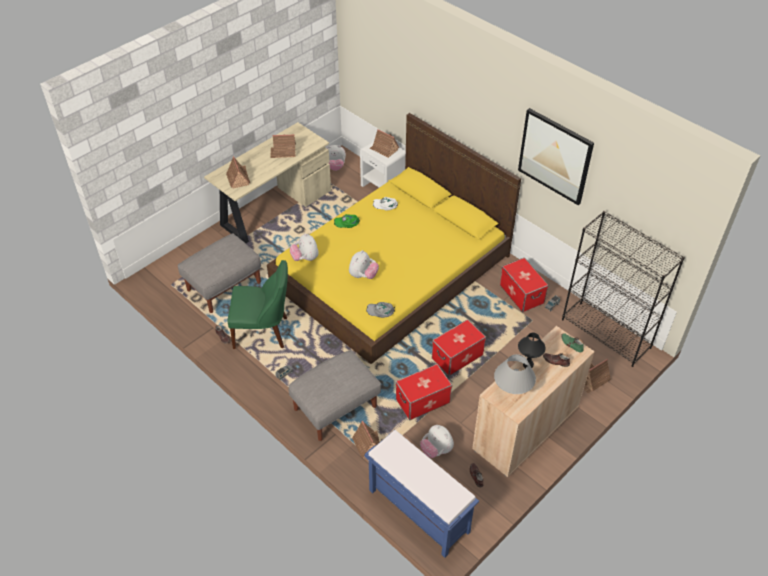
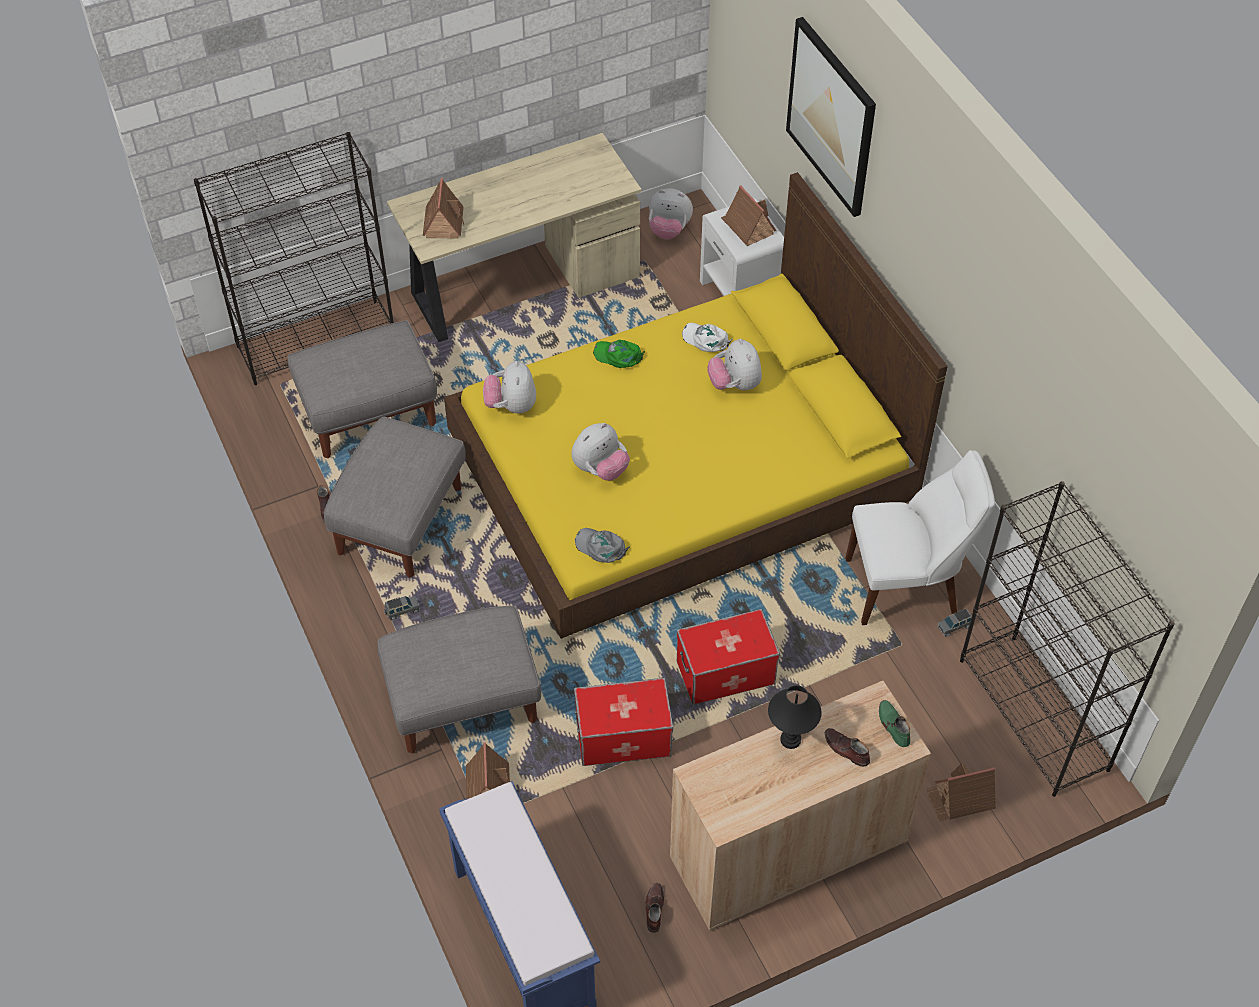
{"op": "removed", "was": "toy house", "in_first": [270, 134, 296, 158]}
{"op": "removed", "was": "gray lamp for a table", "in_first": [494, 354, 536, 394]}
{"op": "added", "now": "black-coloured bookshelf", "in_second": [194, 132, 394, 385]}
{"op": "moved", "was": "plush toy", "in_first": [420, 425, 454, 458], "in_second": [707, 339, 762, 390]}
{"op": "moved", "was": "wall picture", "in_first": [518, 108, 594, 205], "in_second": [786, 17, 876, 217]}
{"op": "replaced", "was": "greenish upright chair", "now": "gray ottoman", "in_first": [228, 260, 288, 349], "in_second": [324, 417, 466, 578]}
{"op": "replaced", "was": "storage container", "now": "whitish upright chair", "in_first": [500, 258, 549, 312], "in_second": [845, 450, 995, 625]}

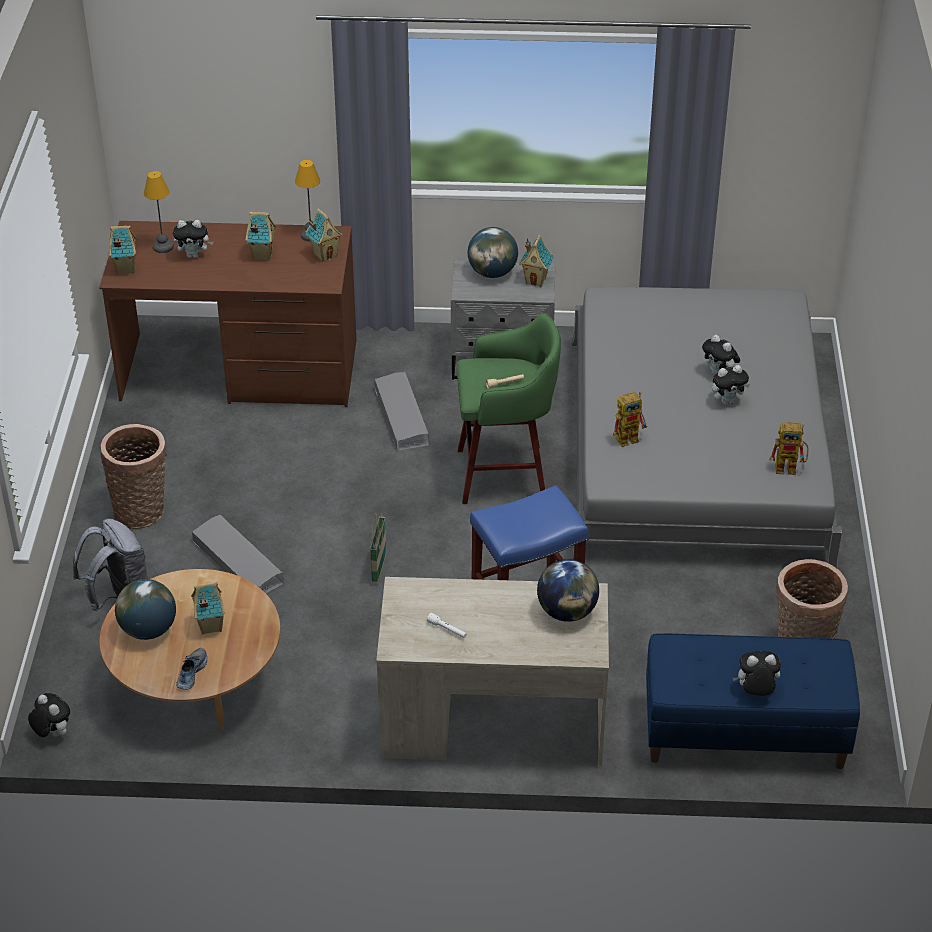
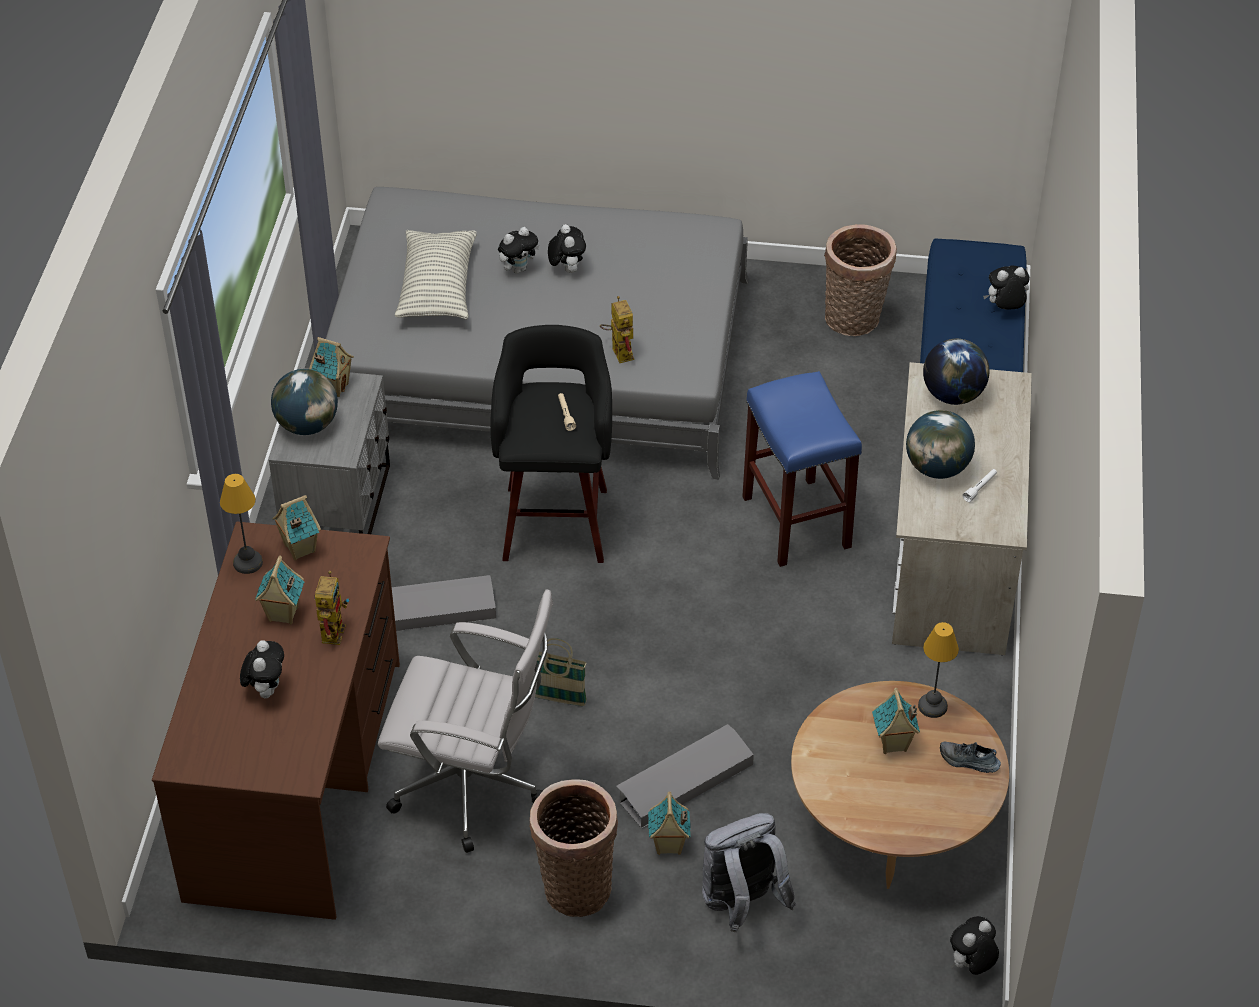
{"op": "added", "now": "whitish computer chair", "in_second": [378, 590, 553, 853]}
{"op": "added", "now": "pillow", "in_second": [395, 230, 476, 320]}
{"op": "moved", "was": "toy house", "in_first": [109, 226, 137, 274], "in_second": [648, 791, 691, 855]}
{"op": "moved", "was": "desk globe", "in_first": [115, 579, 176, 640], "in_second": [906, 410, 975, 479]}
{"op": "moved", "was": "lamp for a table", "in_first": [144, 171, 174, 253], "in_second": [918, 622, 959, 718]}
{"op": "moved", "was": "storage basket", "in_first": [370, 513, 387, 584], "in_second": [535, 638, 587, 706]}
{"op": "moved", "was": "model robot", "in_first": [769, 422, 809, 475], "in_second": [314, 571, 349, 645]}
{"op": "recoloured", "was": "greenish sitting stool", "now": "black-coloured sitting stool", "in_first": [457, 313, 561, 504], "in_second": [490, 325, 612, 563]}
{"op": "turned", "was": "plush toy", "in_first": [733, 651, 781, 696], "in_second": [983, 266, 1030, 310], "clockwise": 75}

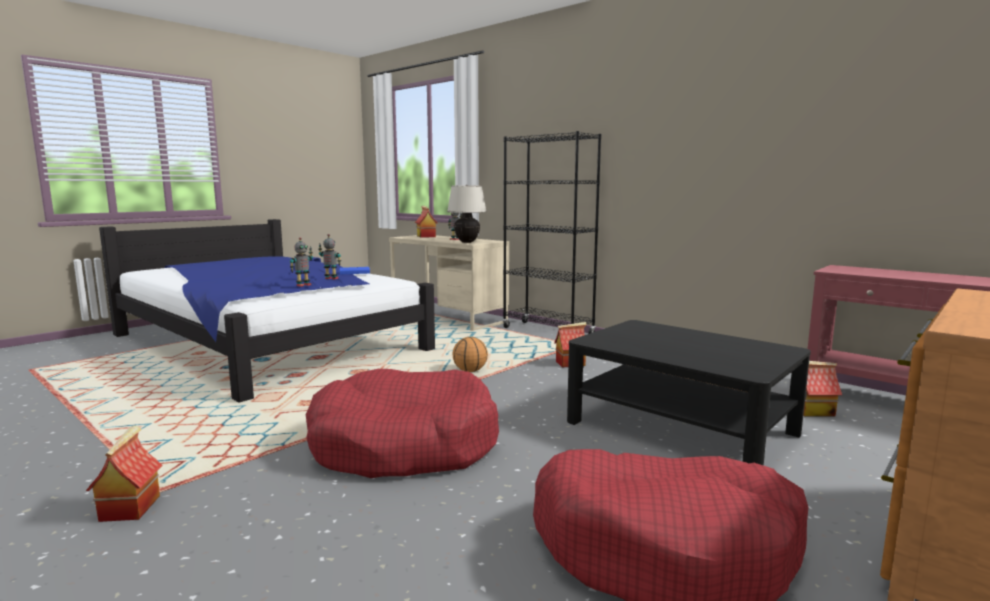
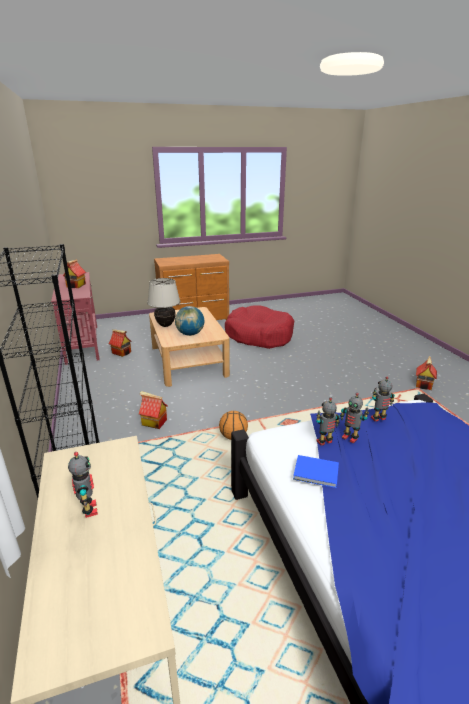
{"op": "removed", "was": "reddish dog bed", "in_first": [306, 369, 499, 478]}
{"op": "added", "now": "desk globe", "in_second": [175, 306, 204, 336]}
{"op": "added", "now": "model robot", "in_second": [316, 398, 340, 446]}
{"op": "moved", "was": "toy house", "in_first": [415, 206, 438, 238], "in_second": [63, 259, 86, 288]}
{"op": "moved", "was": "beige lamp for a table", "in_first": [447, 185, 487, 243], "in_second": [147, 278, 180, 327]}
{"op": "recoloured", "was": "black-coloured low table", "now": "beige low table", "in_first": [567, 320, 811, 466], "in_second": [149, 307, 230, 387]}

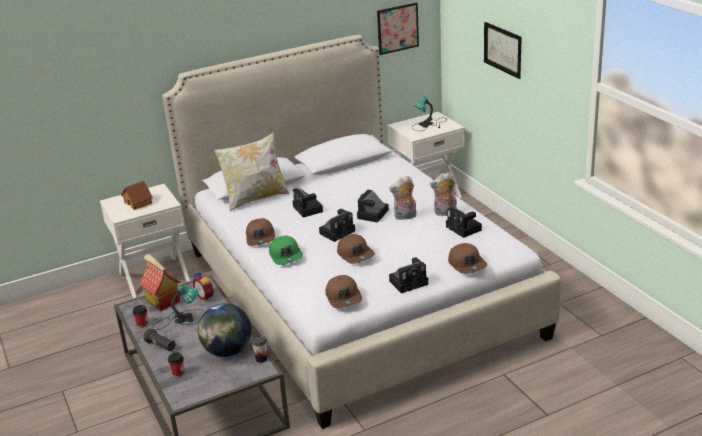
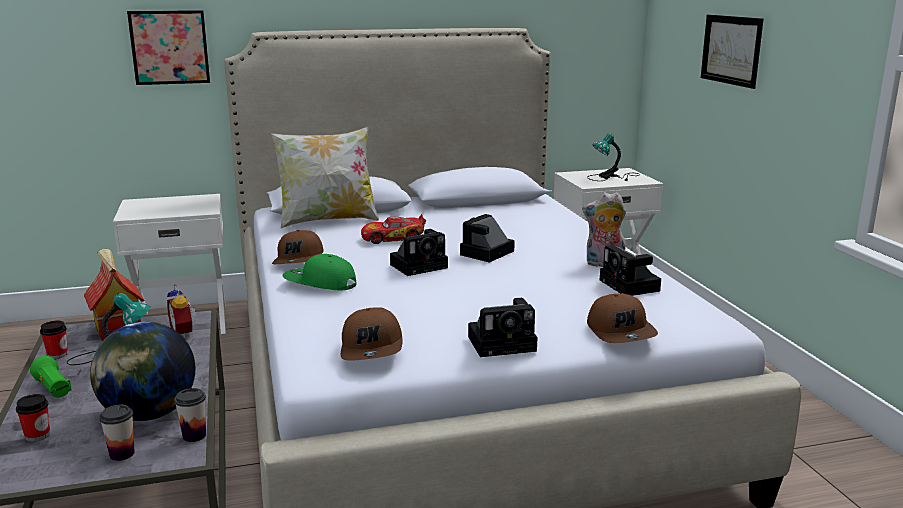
{"op": "removed", "was": "toy house", "in_first": [121, 181, 153, 210]}
{"op": "removed", "was": "brown cap", "in_first": [337, 234, 375, 264]}
{"op": "removed", "was": "plush toy", "in_first": [389, 176, 417, 220]}
{"op": "added", "now": "small cup", "in_second": [99, 405, 135, 461]}
{"op": "moved", "was": "wall picture", "in_first": [377, 3, 419, 55], "in_second": [127, 10, 210, 85]}
{"op": "replaced", "was": "photo camera", "now": "miniature car", "in_first": [293, 188, 323, 217], "in_second": [361, 214, 426, 244]}
{"op": "recoloured", "was": "black-coloured torch", "now": "greenish torch", "in_first": [144, 328, 176, 351], "in_second": [30, 356, 71, 398]}
{"op": "turned", "was": "greenish cap", "in_first": [269, 235, 303, 265], "in_second": [283, 254, 356, 290], "clockwise": 120}

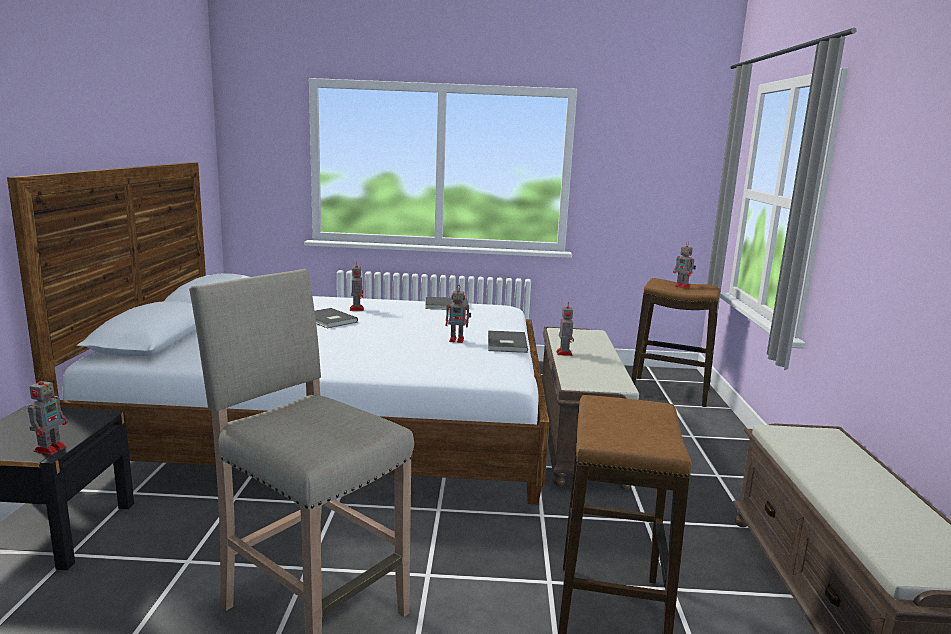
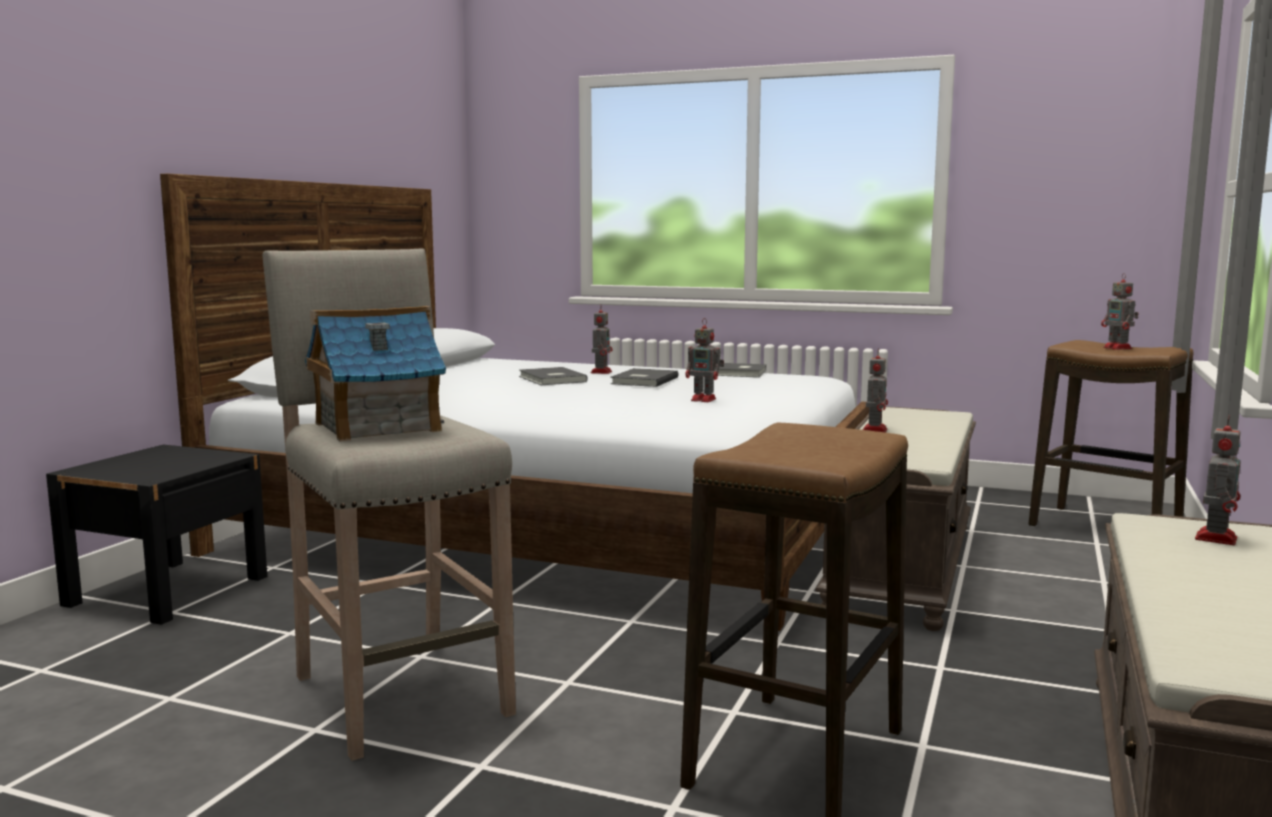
{"op": "added", "now": "toy house", "in_second": [305, 306, 446, 442]}
{"op": "moved", "was": "model robot", "in_first": [28, 374, 68, 455], "in_second": [1195, 415, 1241, 545]}
{"op": "moved", "was": "gray bound book", "in_first": [488, 330, 528, 353], "in_second": [610, 368, 678, 387]}

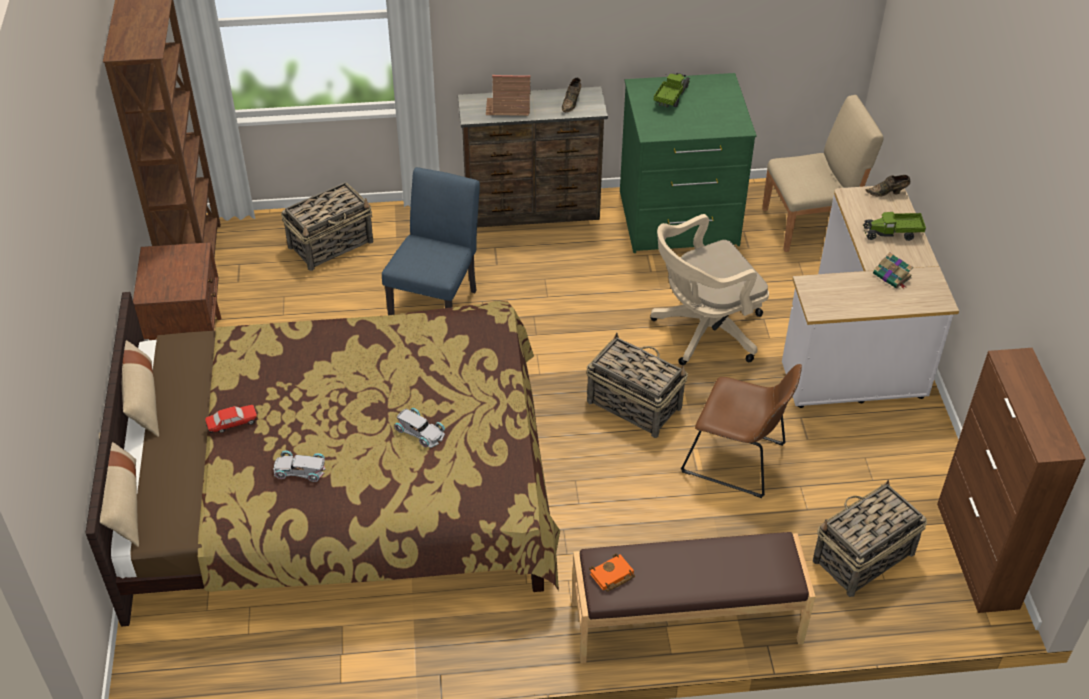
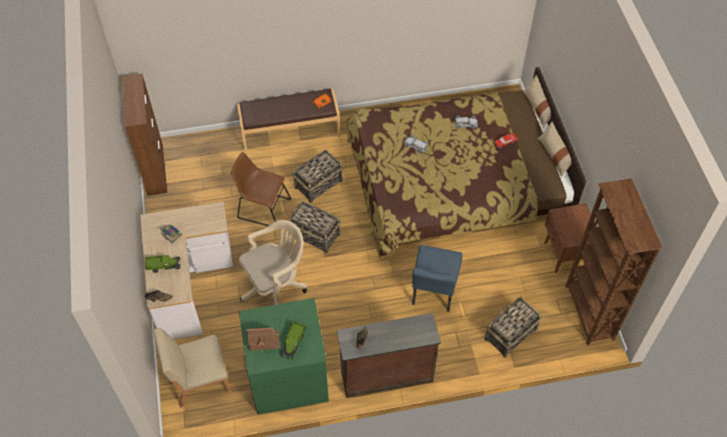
{"op": "moved", "was": "toy house", "in_first": [486, 75, 531, 116], "in_second": [246, 327, 280, 352]}
{"op": "moved", "was": "storage basket", "in_first": [813, 480, 927, 597], "in_second": [293, 150, 343, 203]}

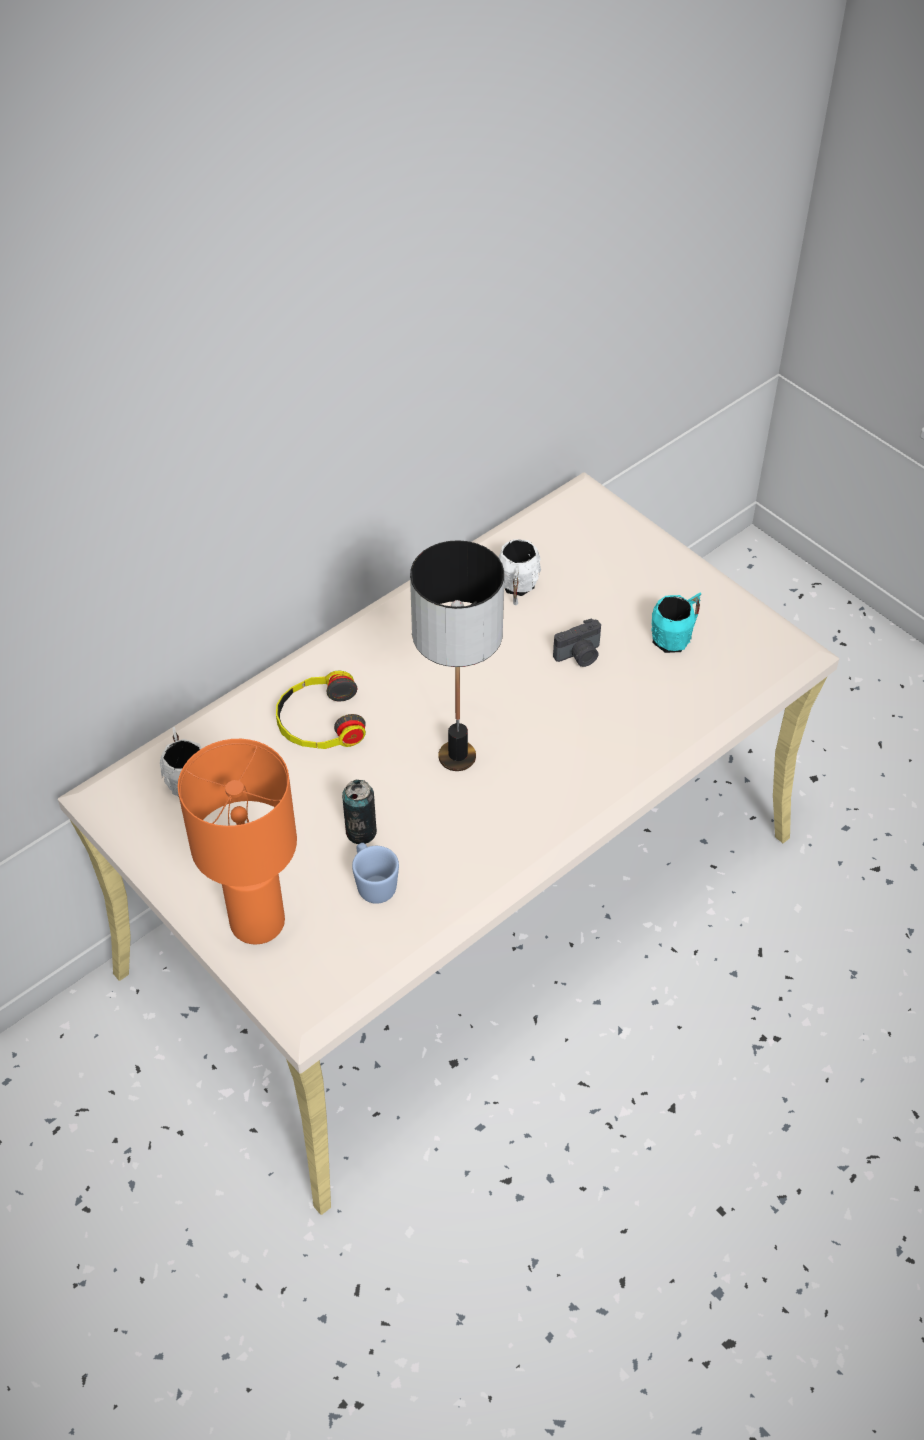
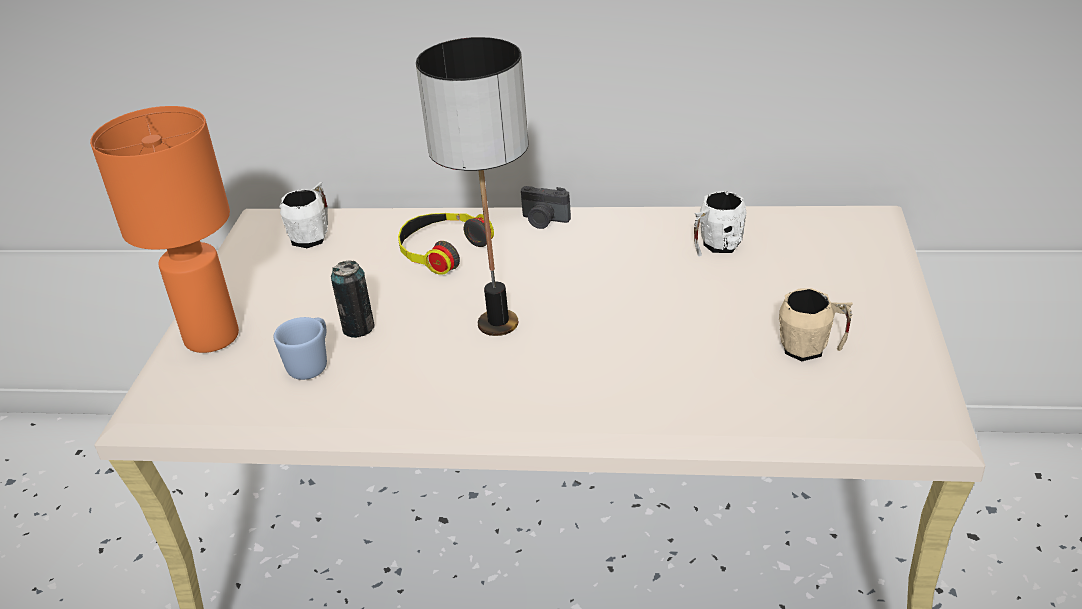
{"op": "moved", "was": "photo camera", "in_first": [553, 619, 601, 667], "in_second": [521, 186, 571, 229]}
{"op": "recoloured", "was": "turquoise-coloured tea mug", "now": "beige tea mug", "in_first": [651, 592, 702, 653], "in_second": [779, 288, 853, 361]}

